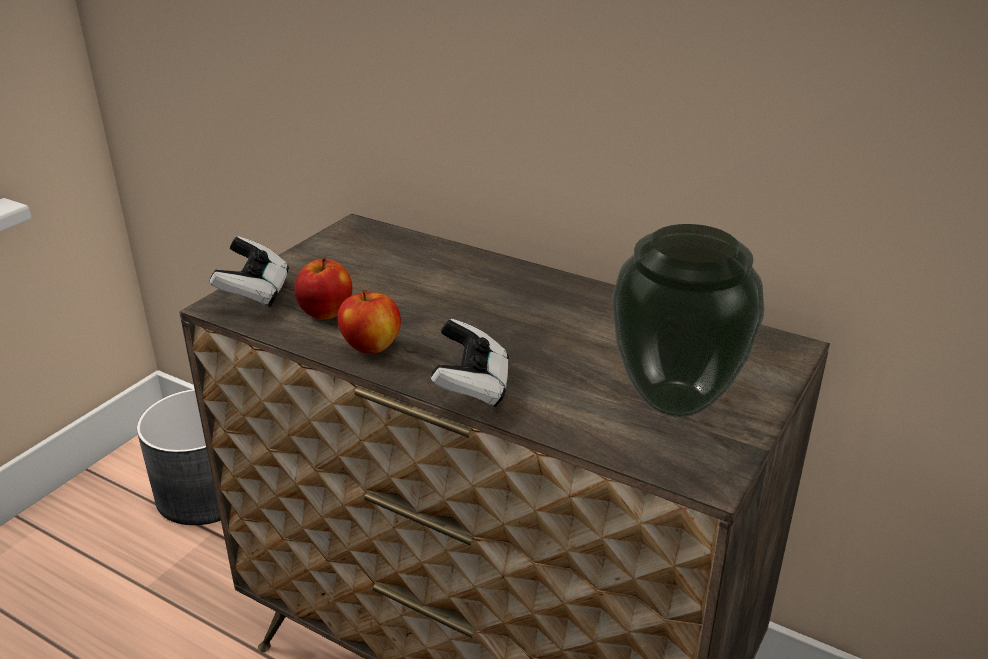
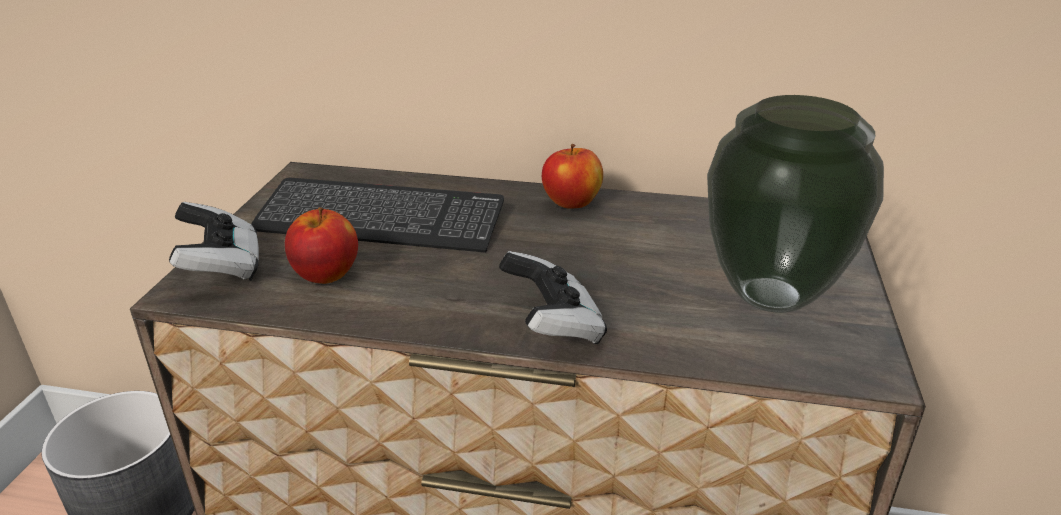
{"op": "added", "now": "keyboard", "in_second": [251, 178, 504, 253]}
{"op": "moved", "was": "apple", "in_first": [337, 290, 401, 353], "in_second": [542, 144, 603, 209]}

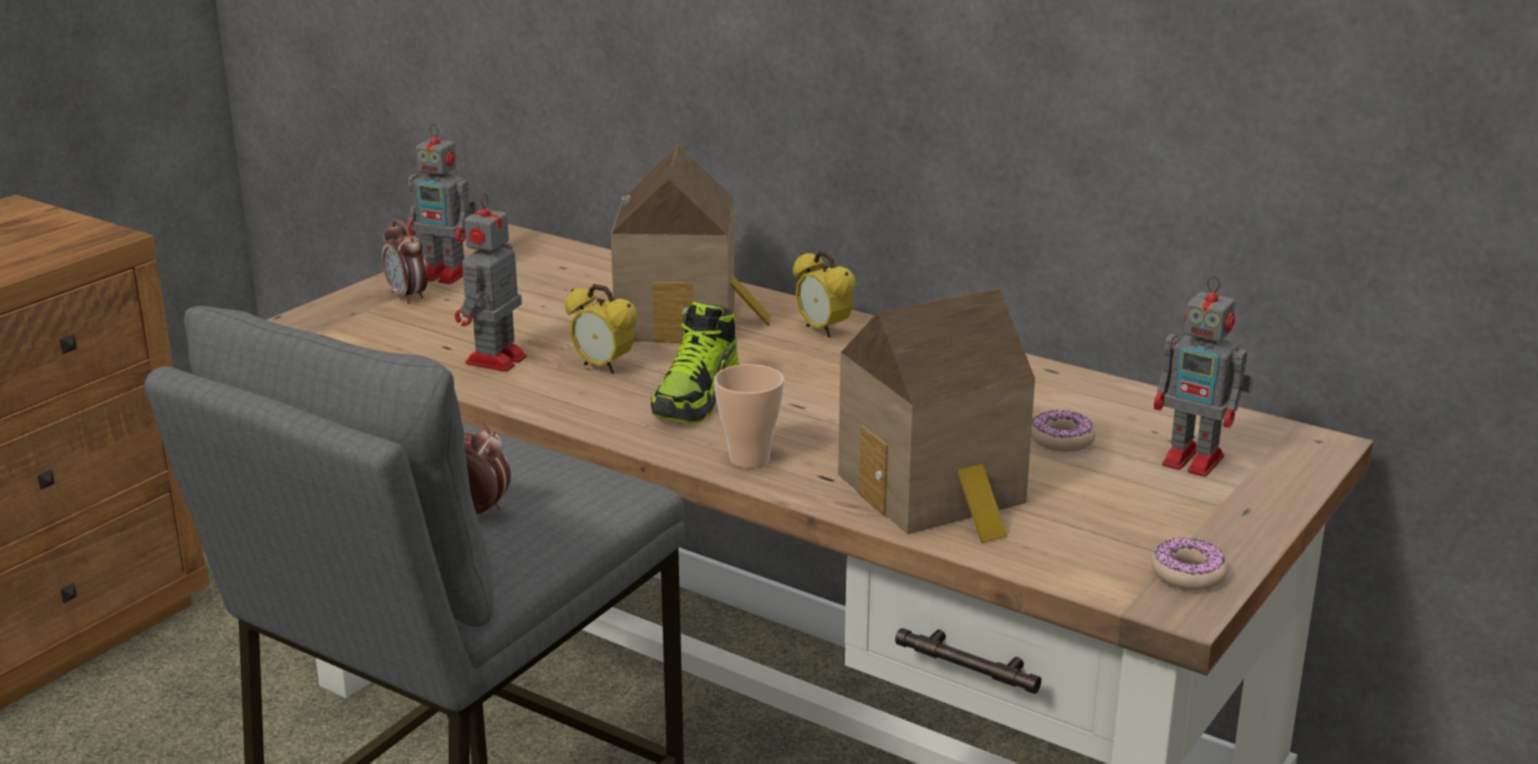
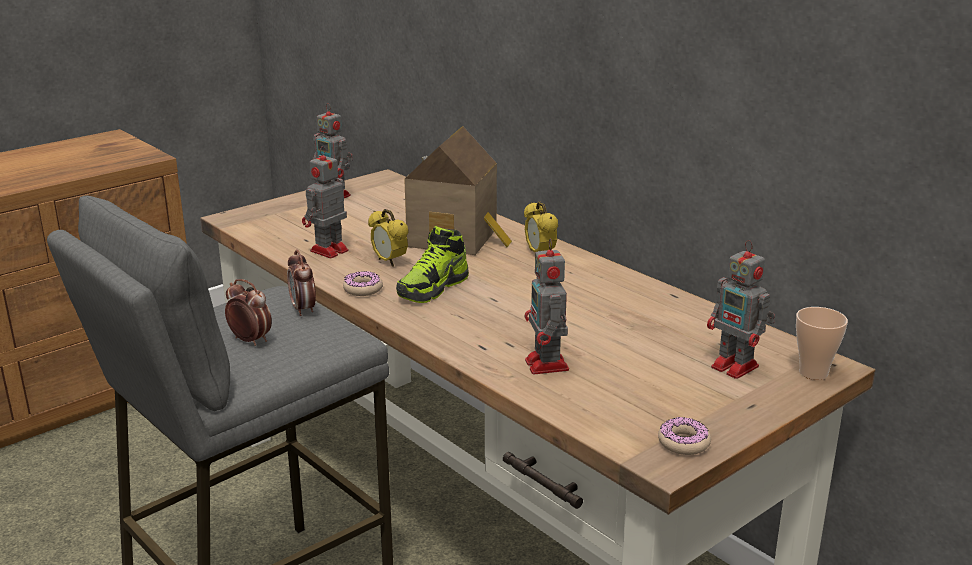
{"op": "moved", "was": "table clock", "in_first": [382, 219, 428, 304], "in_second": [287, 249, 316, 316]}
{"op": "moved", "was": "small cup", "in_first": [714, 364, 784, 468], "in_second": [796, 307, 848, 380]}
{"op": "moved", "was": "doughnut", "in_first": [1031, 410, 1096, 452], "in_second": [343, 271, 383, 296]}
{"op": "replaced", "was": "toy house", "now": "model robot", "in_first": [838, 288, 1035, 543], "in_second": [525, 238, 569, 374]}

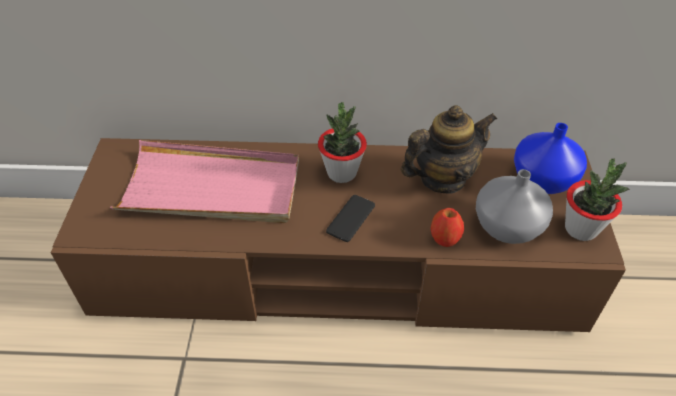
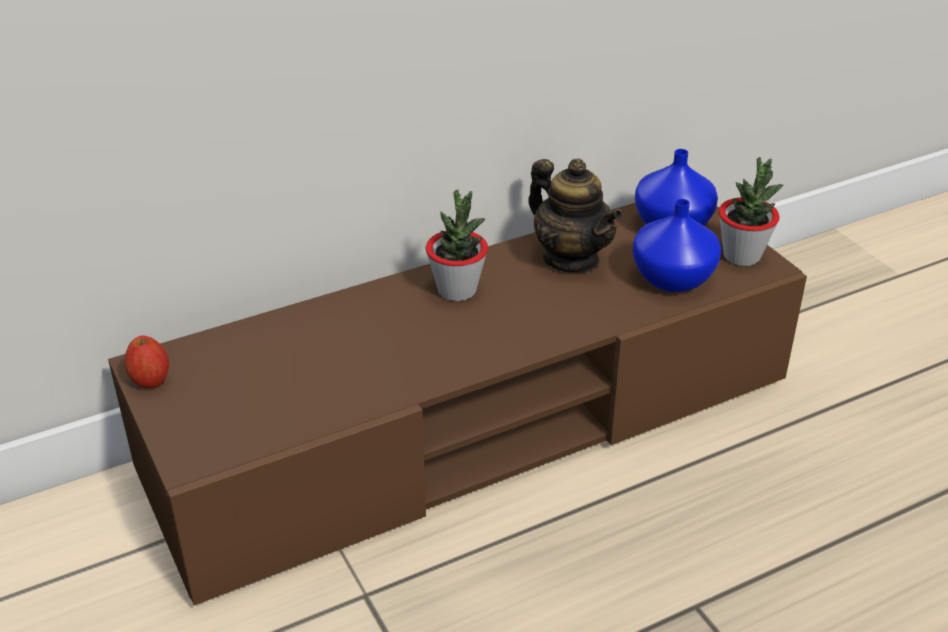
{"op": "removed", "was": "pink-coloured tray", "in_first": [110, 140, 299, 223]}
{"op": "removed", "was": "phone", "in_first": [326, 195, 375, 242]}
{"op": "moved", "was": "apple", "in_first": [431, 208, 464, 247], "in_second": [125, 336, 169, 388]}
{"op": "recoloured", "was": "gray vase", "now": "bluish vase", "in_first": [476, 169, 553, 244], "in_second": [633, 199, 721, 292]}
{"op": "turned", "was": "tea pot", "in_first": [401, 105, 497, 194], "in_second": [528, 159, 622, 273], "clockwise": 105}

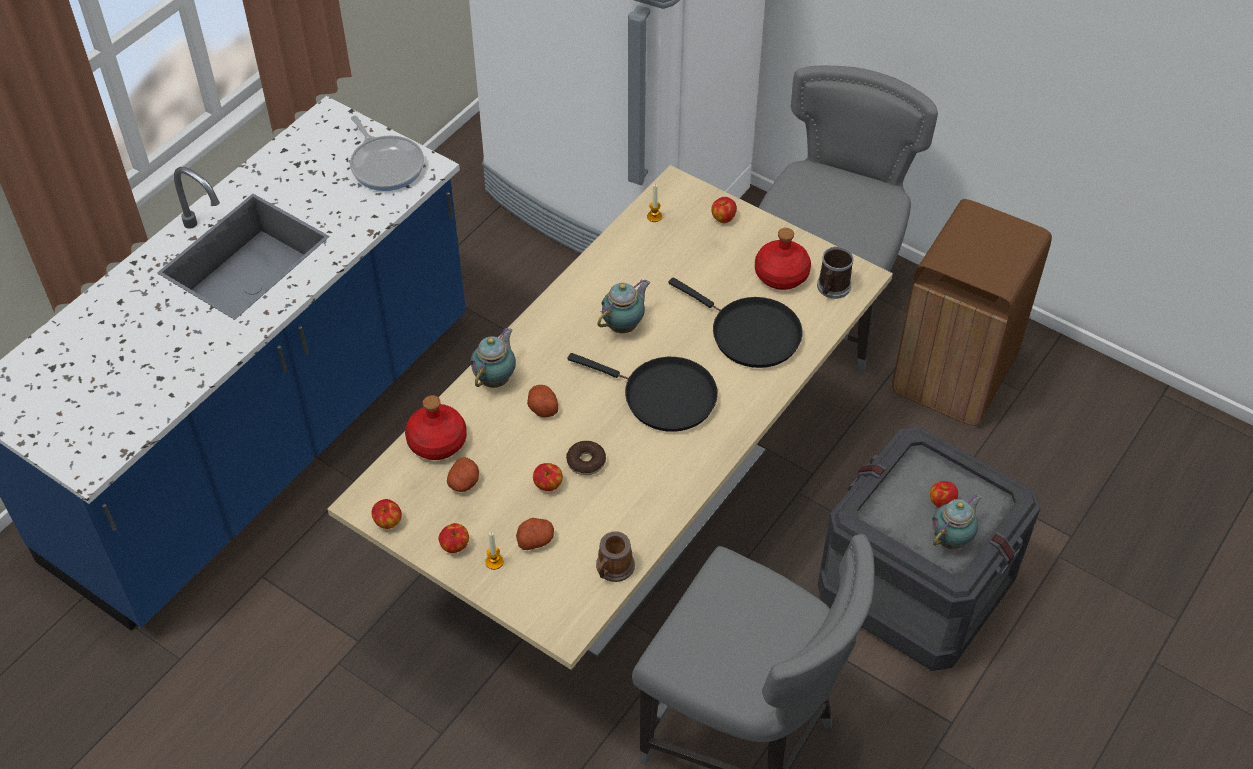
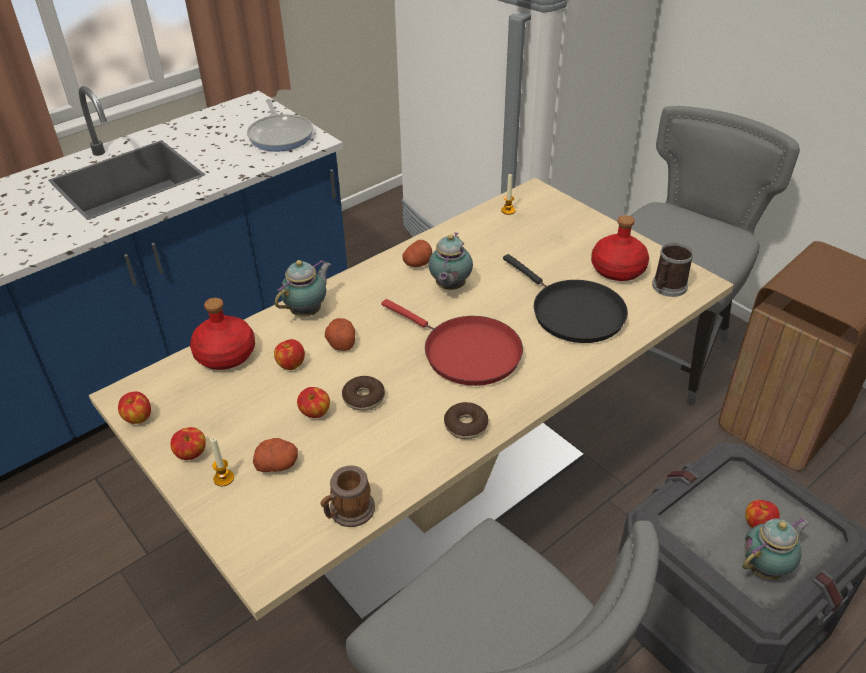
{"op": "added", "now": "doughnut", "in_second": [444, 402, 488, 439]}
{"op": "moved", "was": "potato", "in_first": [447, 457, 479, 492], "in_second": [402, 240, 432, 267]}
{"op": "moved", "was": "apple", "in_first": [711, 197, 737, 223], "in_second": [274, 339, 305, 370]}
{"op": "recoloured", "was": "black-coloured skillet", "now": "reddish skillet", "in_first": [567, 353, 718, 432], "in_second": [381, 299, 523, 386]}
{"op": "turned", "was": "tea pot", "in_first": [597, 279, 650, 333], "in_second": [428, 232, 473, 290], "clockwise": 135}

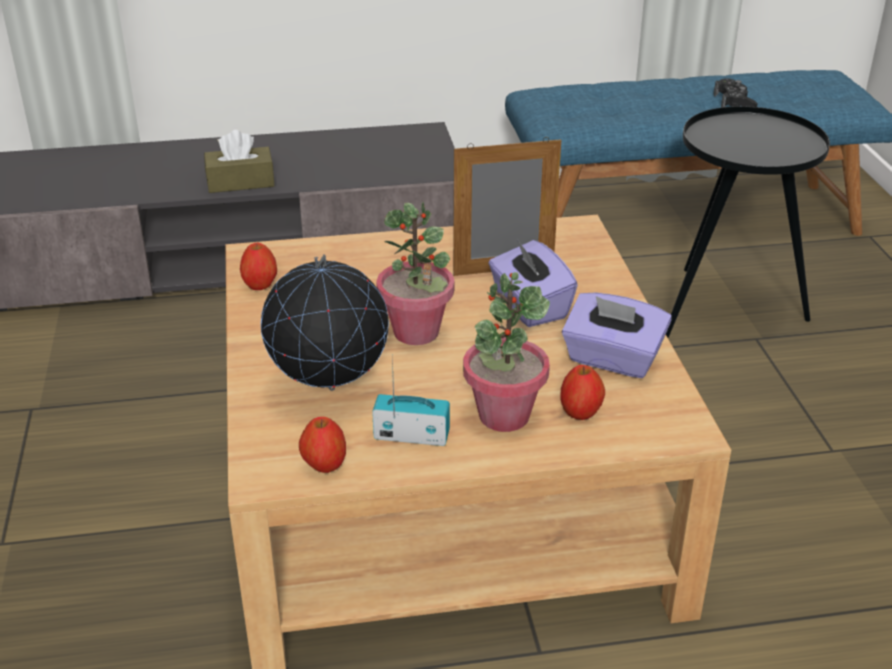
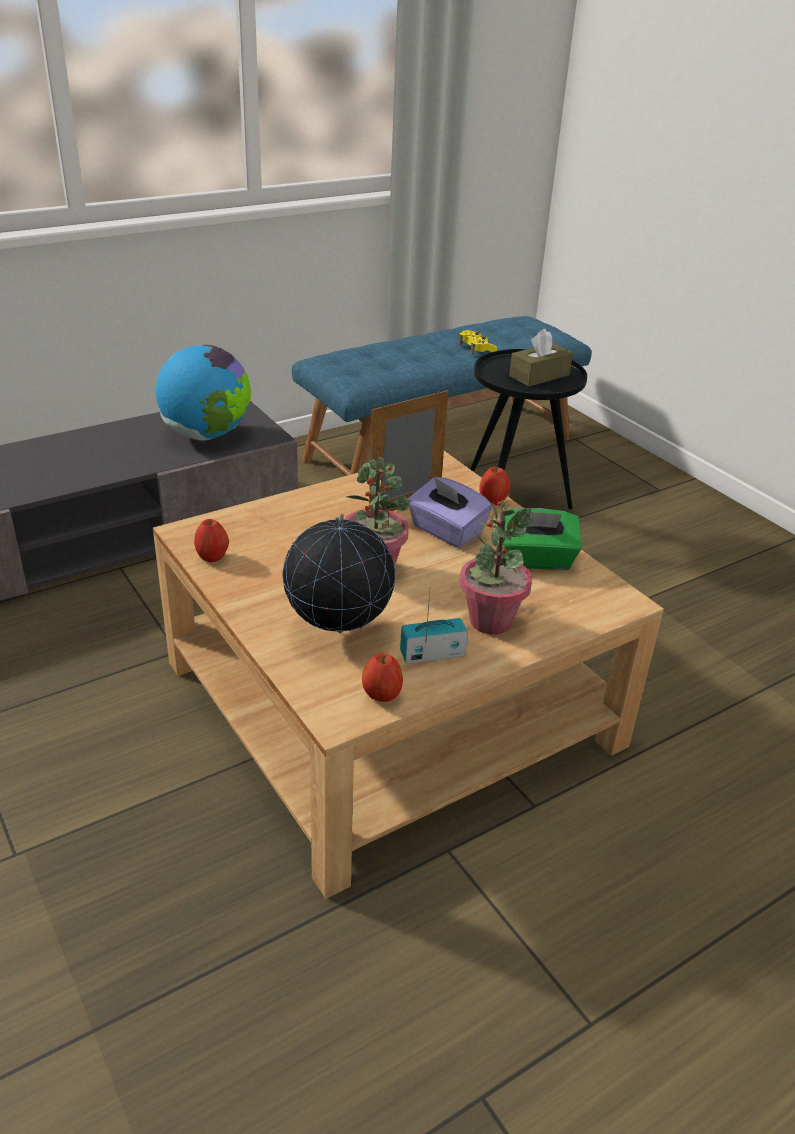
{"op": "added", "now": "desk globe", "in_second": [156, 344, 251, 441]}
{"op": "moved", "was": "brown box of tissues", "in_first": [204, 130, 274, 193], "in_second": [509, 329, 573, 386]}
{"op": "moved", "was": "apple", "in_first": [560, 365, 605, 420], "in_second": [479, 467, 510, 505]}
{"op": "recoloured", "was": "purple-coloured box of tissues", "now": "greenish box of tissues", "in_first": [562, 292, 672, 378], "in_second": [500, 508, 582, 570]}
{"op": "recoloured", "was": "black-coloured gamepad", "now": "yellowish gamepad", "in_first": [713, 79, 758, 108], "in_second": [458, 330, 497, 355]}

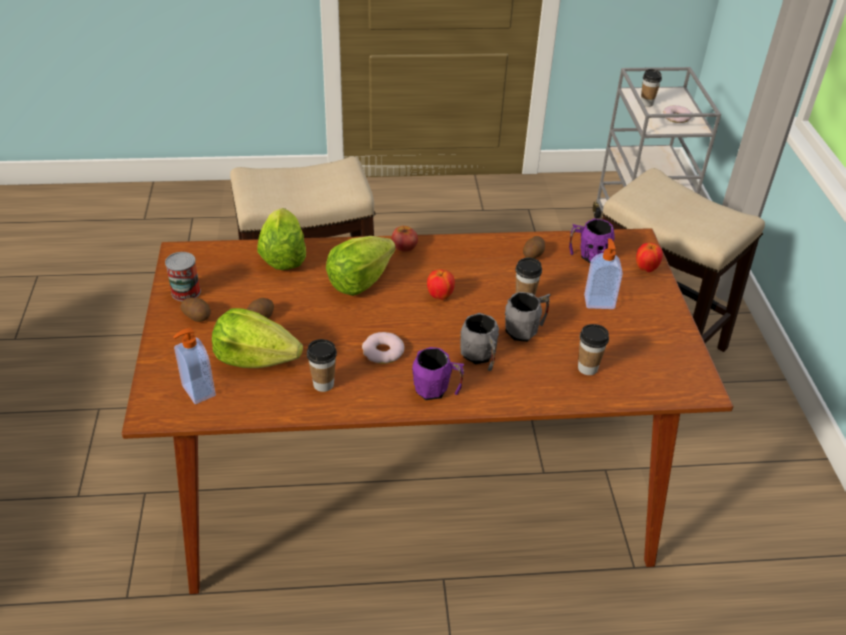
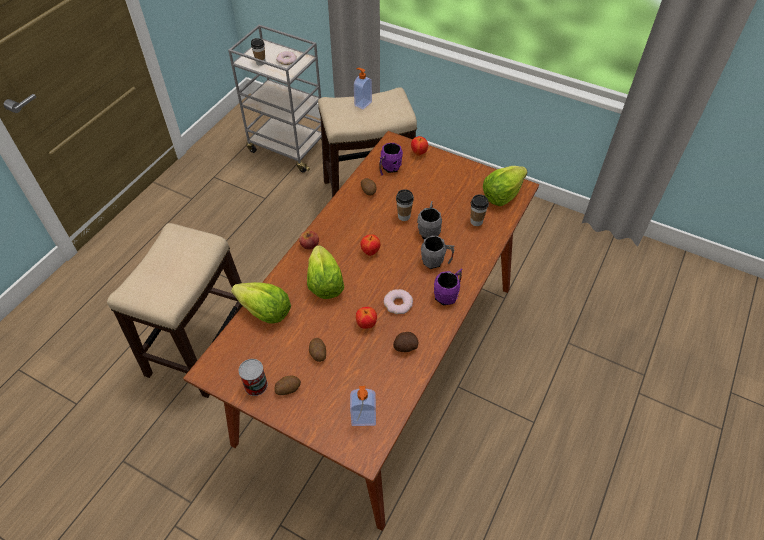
{"op": "added", "now": "apple", "in_second": [356, 307, 377, 329]}
{"op": "moved", "was": "lettuce", "in_first": [212, 308, 303, 368], "in_second": [483, 166, 527, 206]}
{"op": "moved", "was": "soap bottle", "in_first": [584, 238, 623, 309], "in_second": [354, 68, 372, 109]}
{"op": "replaced", "was": "small cup", "now": "potato", "in_first": [307, 339, 337, 392], "in_second": [393, 332, 418, 352]}

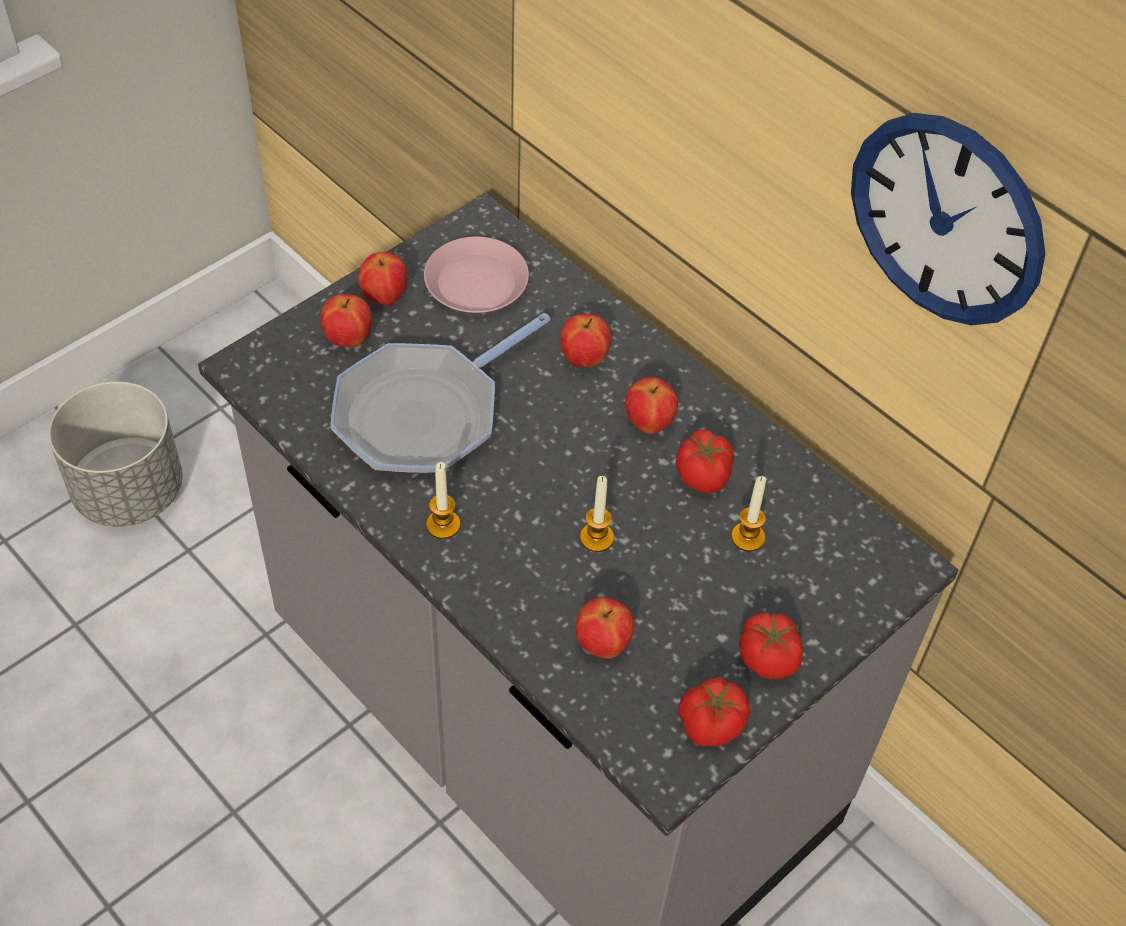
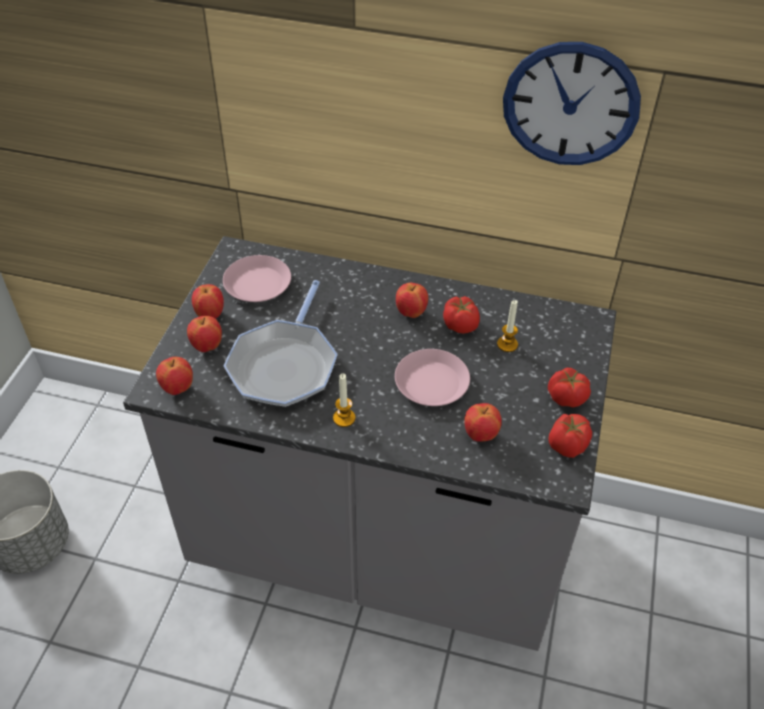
{"op": "moved", "was": "apple", "in_first": [560, 314, 611, 367], "in_second": [156, 357, 193, 395]}
{"op": "replaced", "was": "wax light", "now": "pink-coloured plate", "in_first": [580, 476, 614, 552], "in_second": [395, 349, 470, 406]}

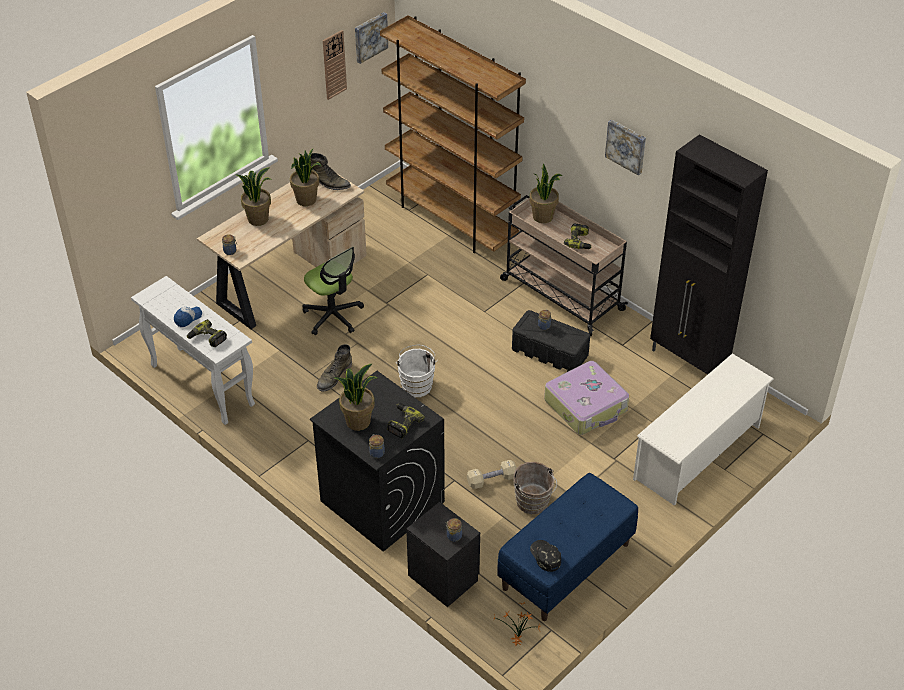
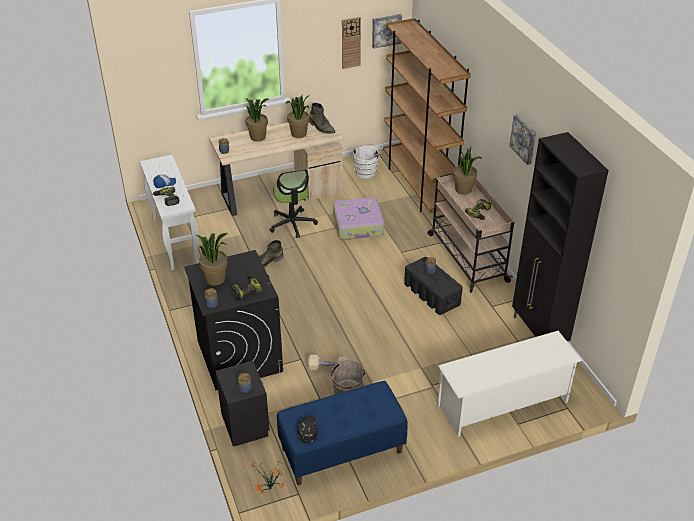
{"op": "moved", "was": "whitish pail", "in_first": [396, 345, 438, 397], "in_second": [353, 144, 381, 178]}
{"op": "moved", "was": "piece of luggage", "in_first": [544, 361, 629, 435], "in_second": [333, 197, 384, 240]}

